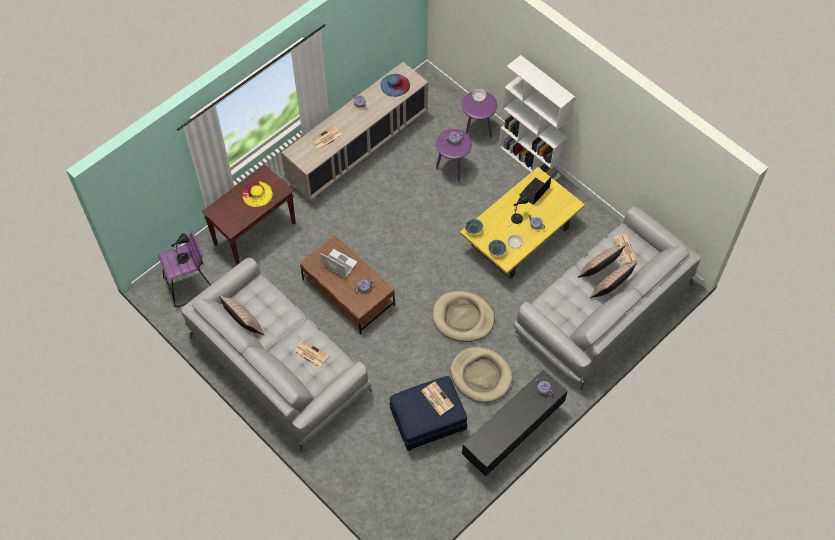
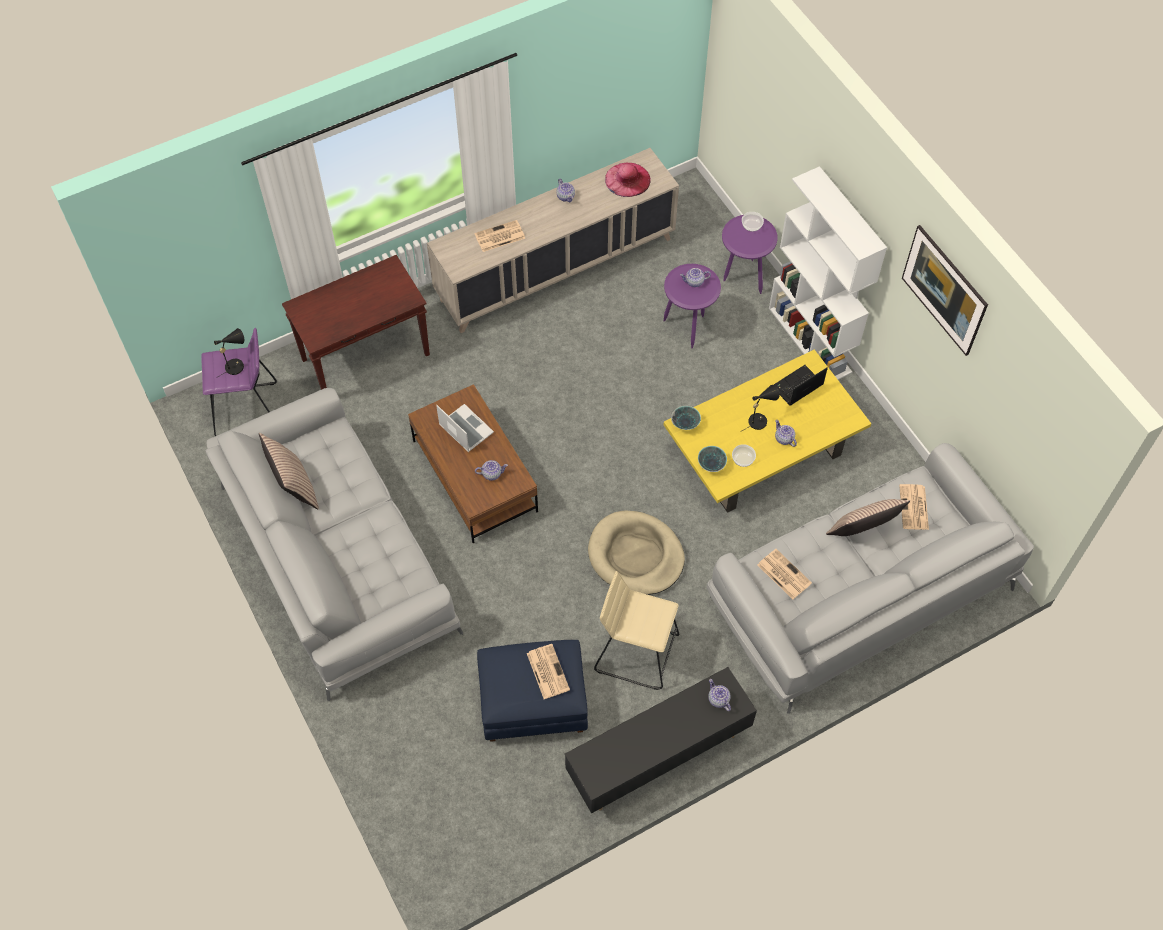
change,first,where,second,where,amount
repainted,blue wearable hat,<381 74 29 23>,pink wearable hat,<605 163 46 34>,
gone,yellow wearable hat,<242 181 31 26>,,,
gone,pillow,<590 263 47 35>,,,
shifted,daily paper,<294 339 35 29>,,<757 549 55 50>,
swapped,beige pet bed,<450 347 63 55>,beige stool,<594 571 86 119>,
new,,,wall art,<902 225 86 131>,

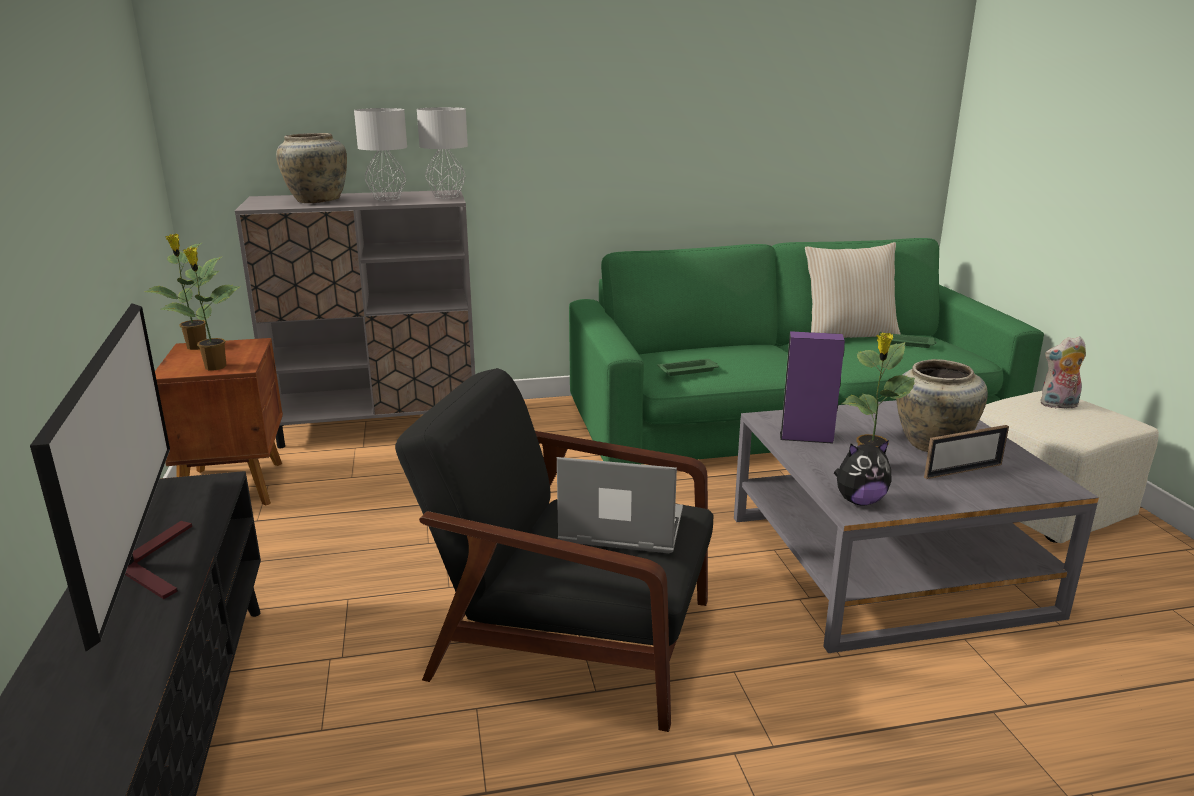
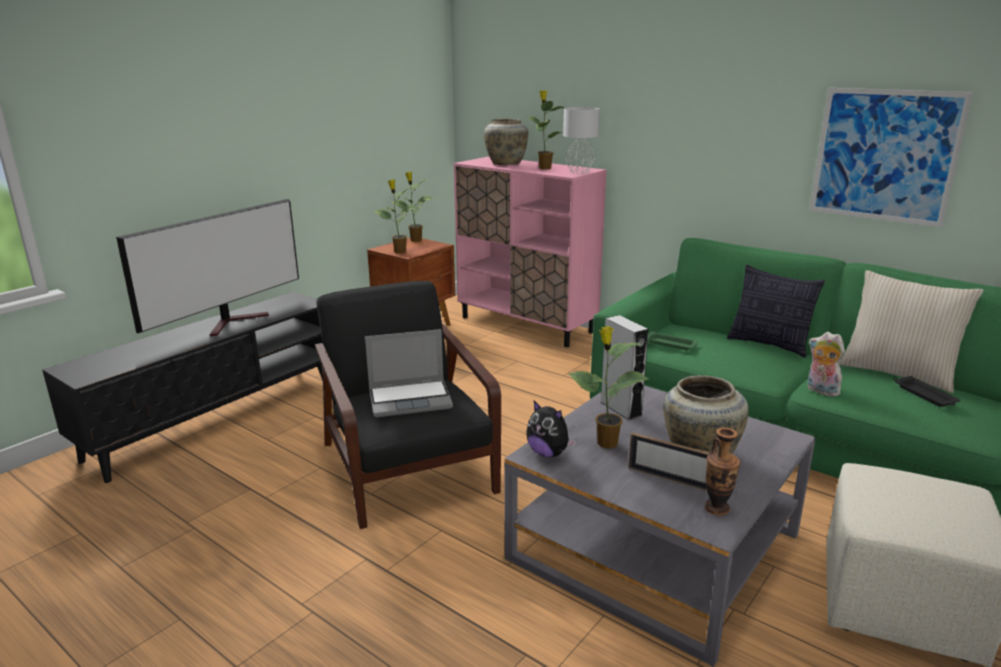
change,first,where,second,where,amount
swapped,gray lamp for a table,<354 108 53 93>,potted plant,<527 90 37 80>,
repainted,gray cupboard,<235 190 240 258>,pink cupboard,<454 156 153 191>,
repainted,purple-coloured speaker,<780 331 65 113>,gray speaker,<600 315 48 105>,
repainted,green-coloured tray,<879 332 58 16>,black tray,<894 376 66 31>,
shifted,soft toy,<1040 336 46 72>,,<807 332 38 65>,
rotated,notebook computer,<557 457 126 96>,,<365 329 88 88>,105 degrees clockwise
new,,,wall art,<809 88 164 139>,
new,,,pillow,<727 265 98 93>,
new,,,vase,<704 428 36 87>,

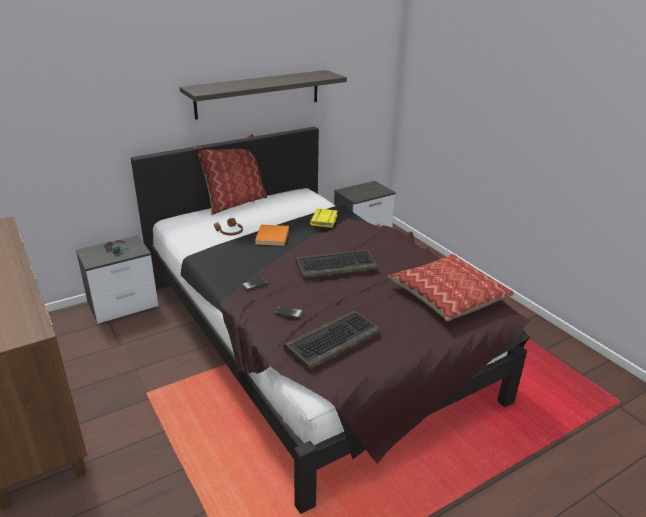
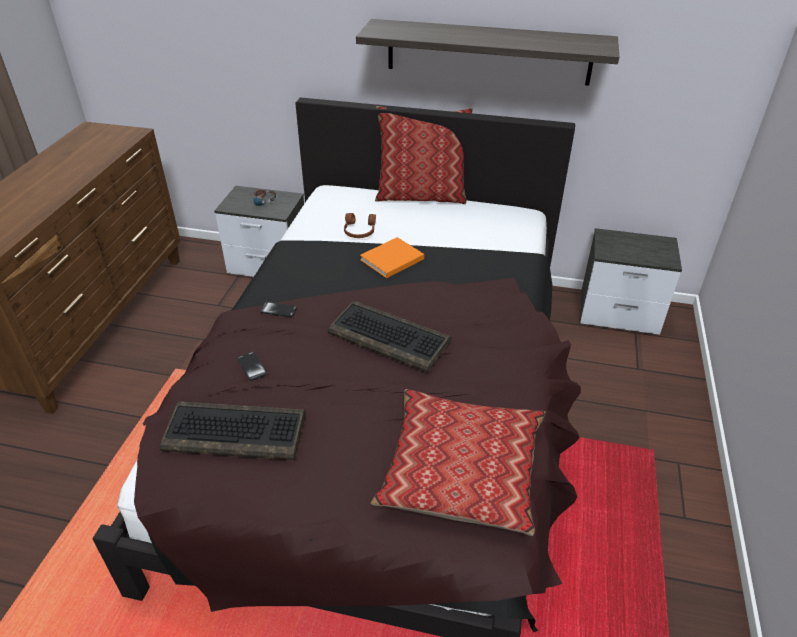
change,first,where,second,where,amount
gone,yellow volume,<310 208 28 20>,,,

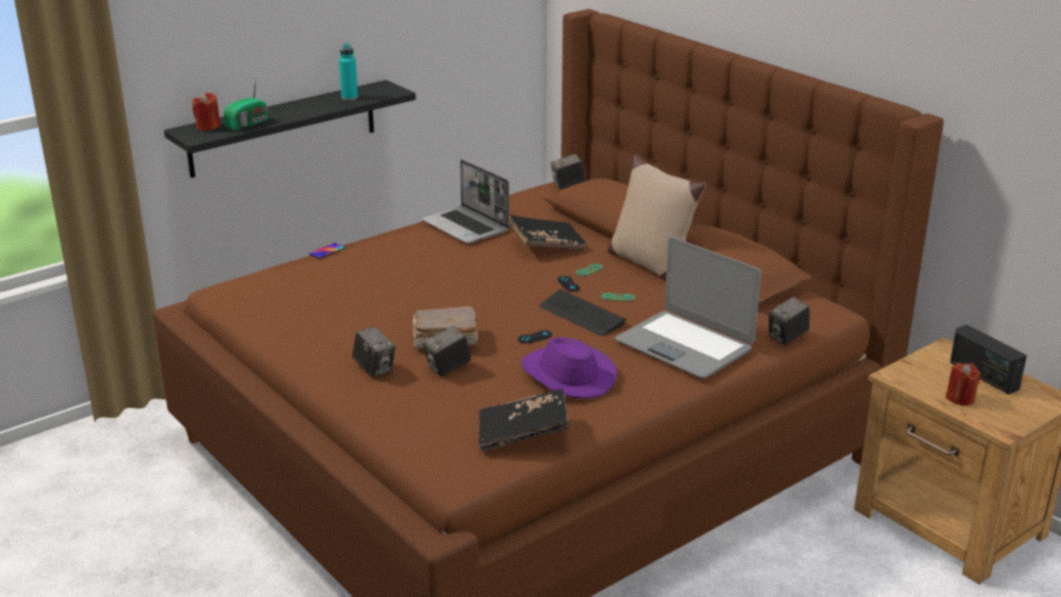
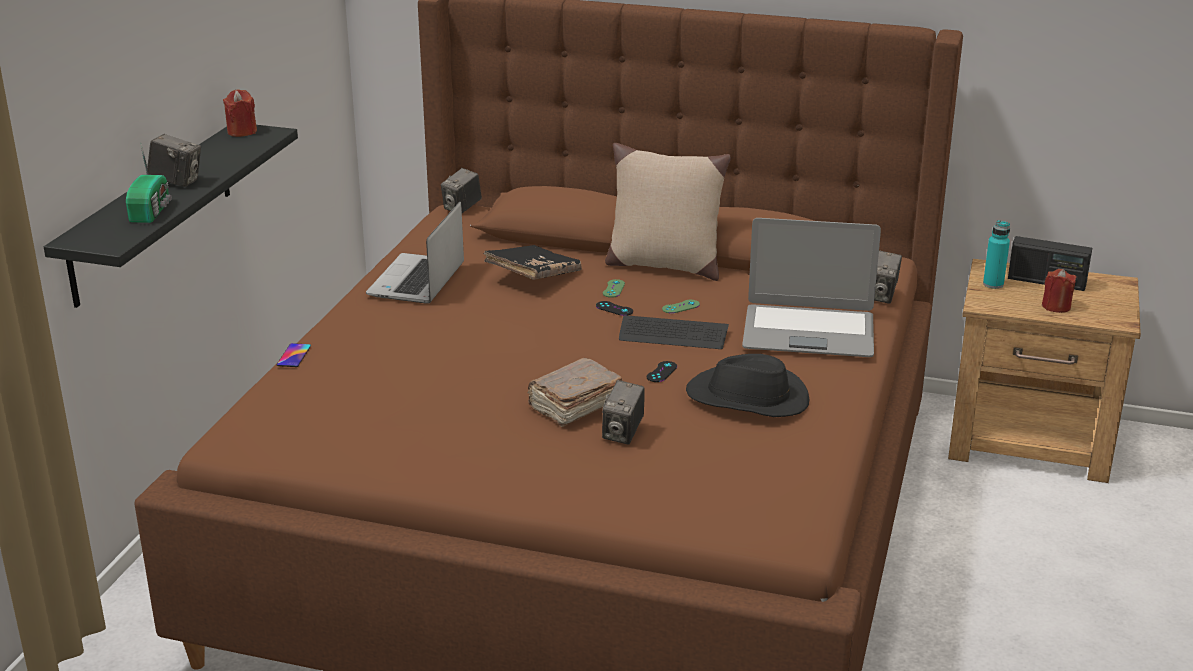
change,first,where,second,where,amount
shifted,turquoise drink bottle,<339 43 19 57>,,<983 220 27 69>,
shifted,red-coloured candle,<192 93 28 38>,,<223 89 34 48>,
rotated,notebook computer,<421 159 88 85>,,<366 202 98 102>,90 degrees clockwise
shifted,photo camera,<352 326 44 51>,,<147 134 54 53>,
repainted,purple-coloured wearable hat,<522 337 95 62>,black wearable hat,<686 354 123 63>,
gone,black volume,<479 389 91 62>,,,

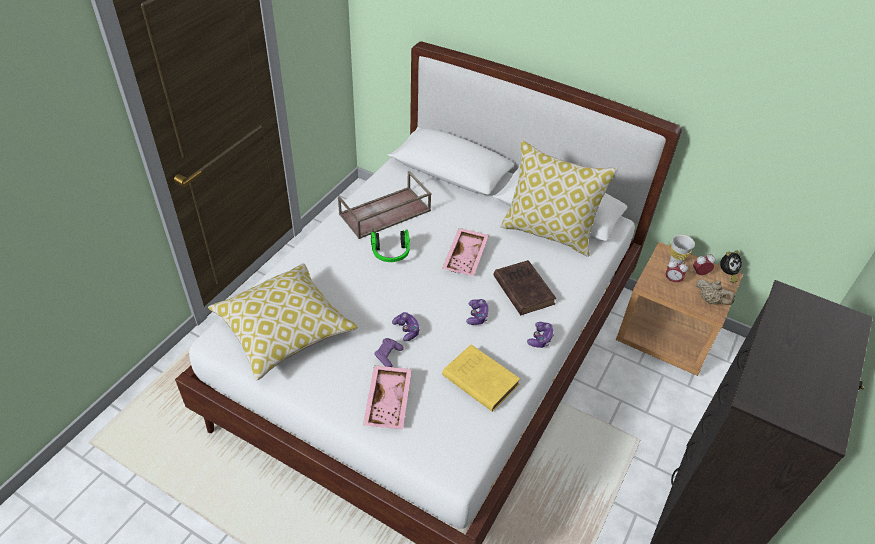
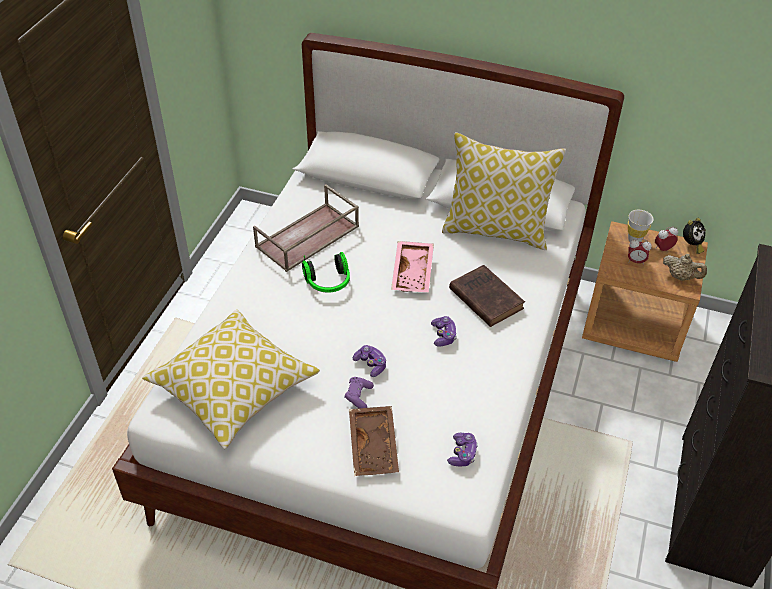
change,first,where,second,where,amount
shifted,game controller,<527 322 27 26>,,<447 433 31 33>,
gone,yellow volume,<442 344 78 68>,,,
repainted,pink tray,<363 365 49 64>,brown-coloured tray,<349 406 50 70>,

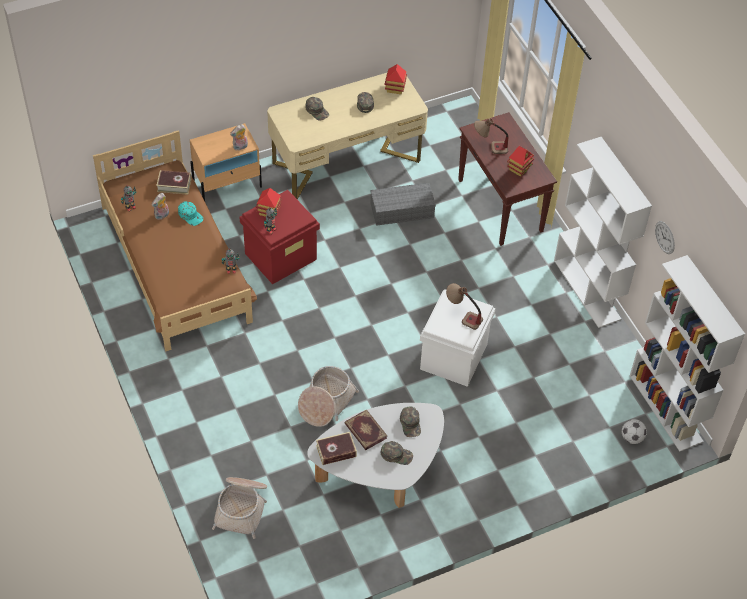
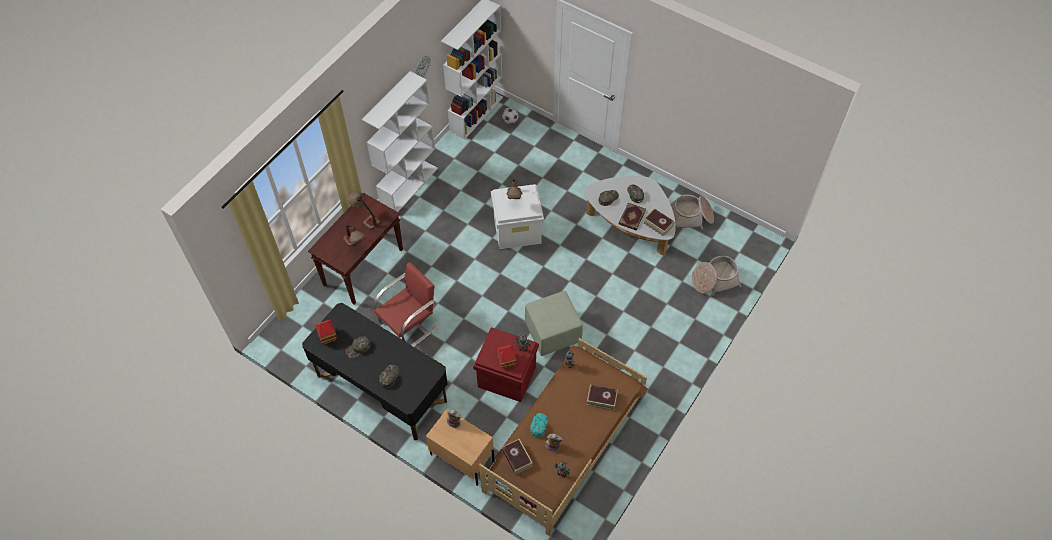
change,first,where,second,where,amount
repainted,beige desk table,<267 73 161 127>,black desk table,<302 303 146 137>,
swapped,model house,<507 146 27 31>,lamp for a table,<348 191 32 38>,
swapped,gray storage bin,<370 183 66 43>,red-coloured upright chair,<373 262 65 85>,
shifted,household basket,<298 366 61 61>,,<670 195 44 34>,
new,,,green-coloured ottoman,<525 291 58 65>,
new,,,volume,<587 384 31 26>,

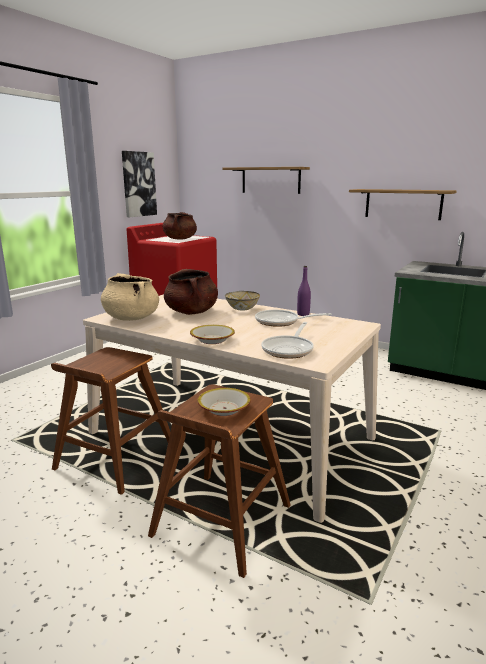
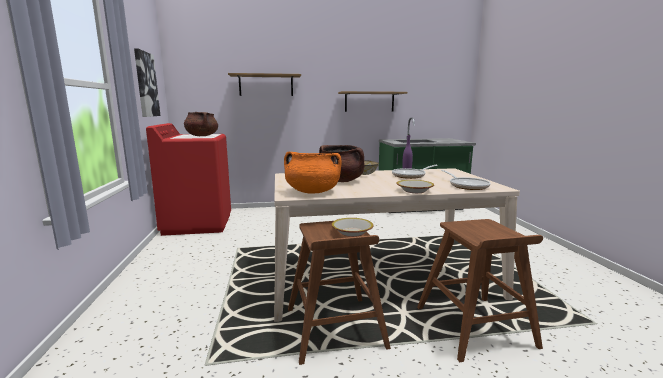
change,first,where,second,where,amount
repainted,beige cooking pot,<101 273 58 48>,orange cooking pot,<284 151 57 43>,
shifted,deep dish,<197 388 54 28>,,<331 218 42 19>,

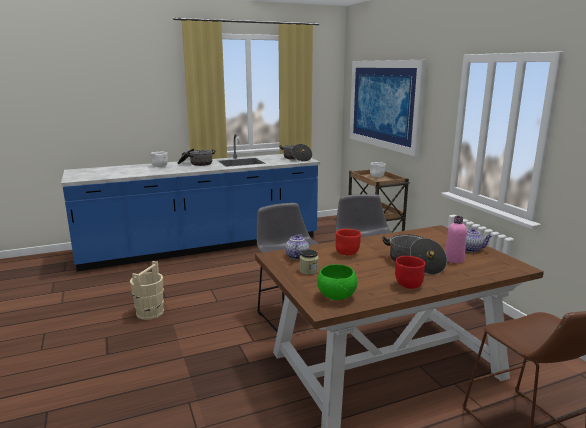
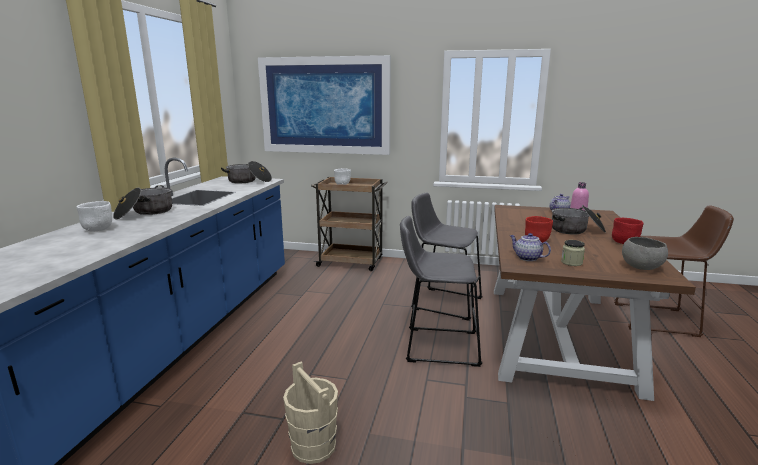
change,first,where,second,where,amount
repainted,green-coloured deep dish,<317 264 40 36>,gray deep dish,<622 237 46 33>,

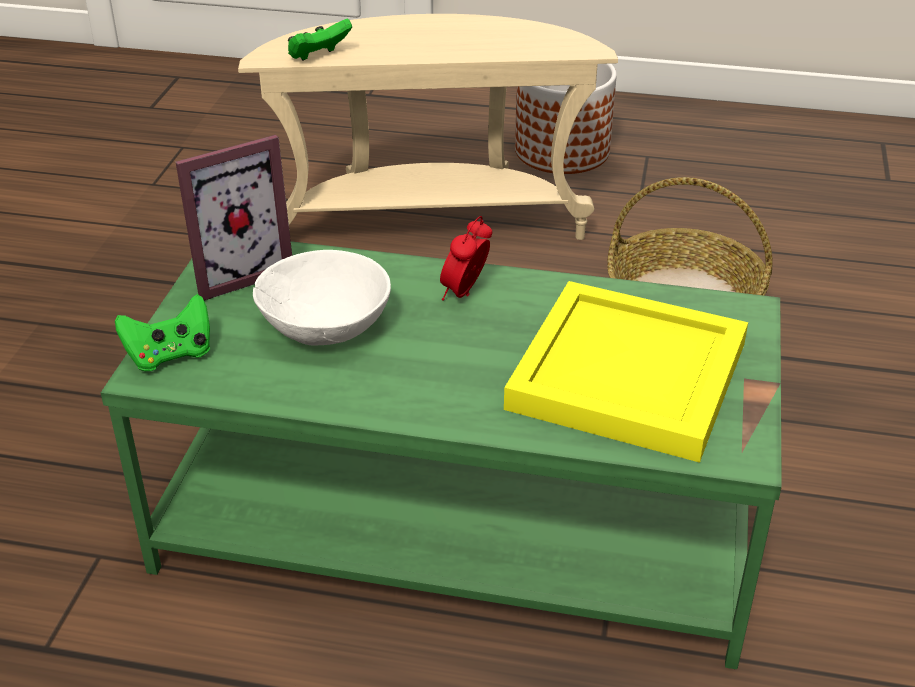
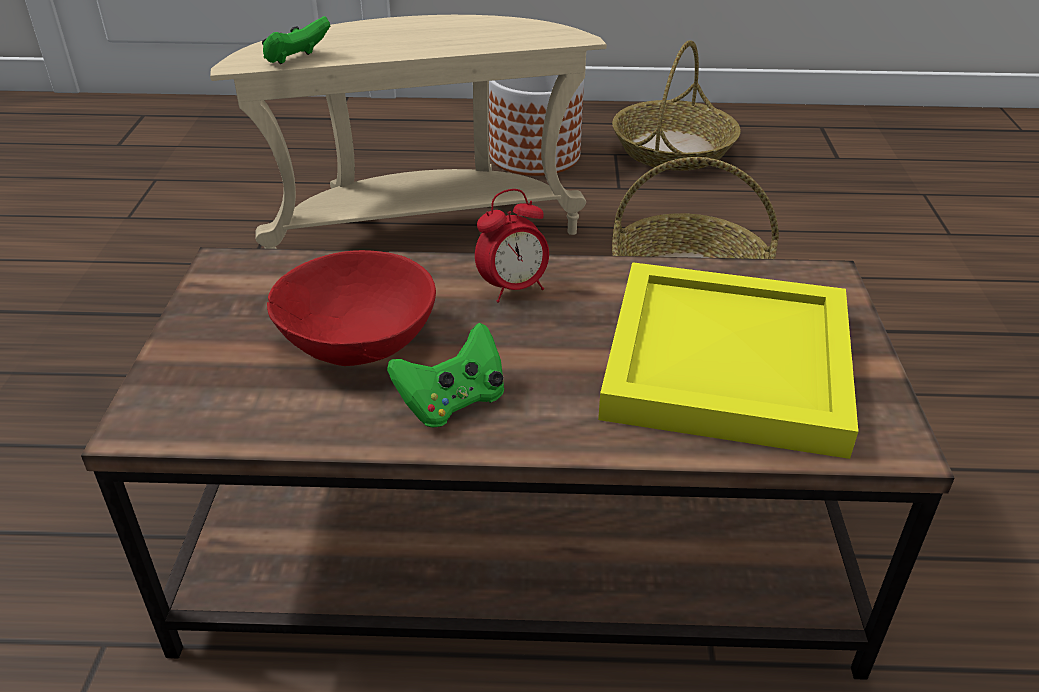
change,first,where,second,where,amount
gone,photo frame,<176 135 116 166>,,,
rotated,bedside clock,<440 216 52 85>,,<475 189 74 114>,135 degrees counterclockwise
repainted,green-coloured lounge table,<101 241 681 428>,brown-coloured lounge table,<81 247 873 433>,
repainted,white deep dish,<253 250 138 95>,red-coloured deep dish,<267 250 169 116>,
shifted,green-coloured game controller,<115 294 95 77>,,<387 323 117 105>,
new,,,household basket,<612 40 129 131>,

